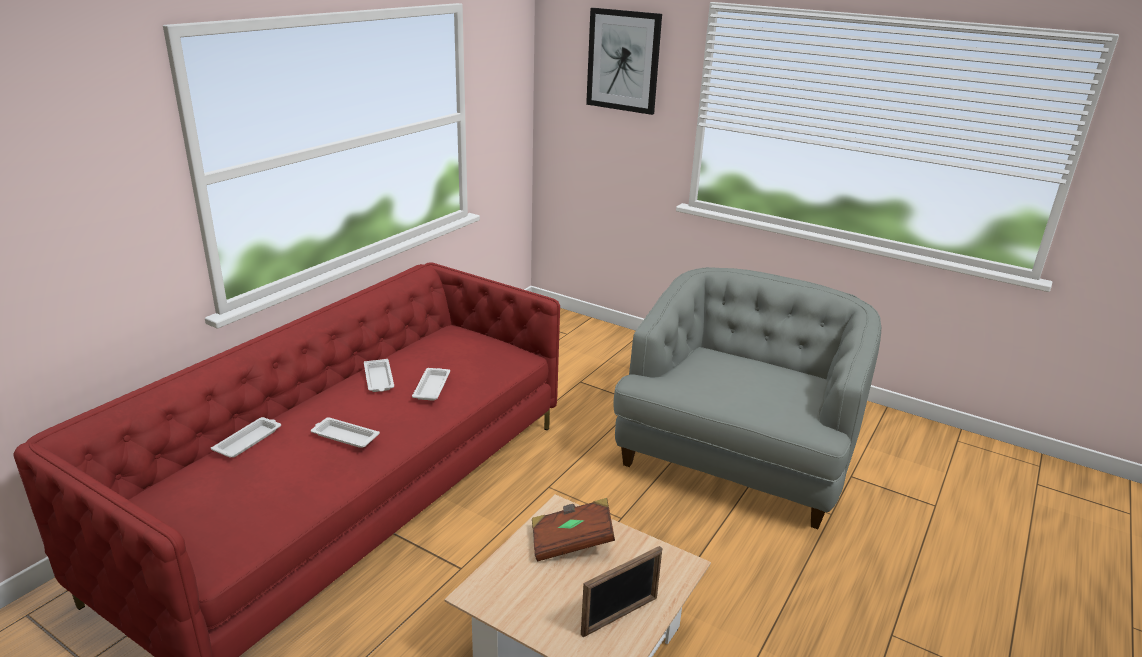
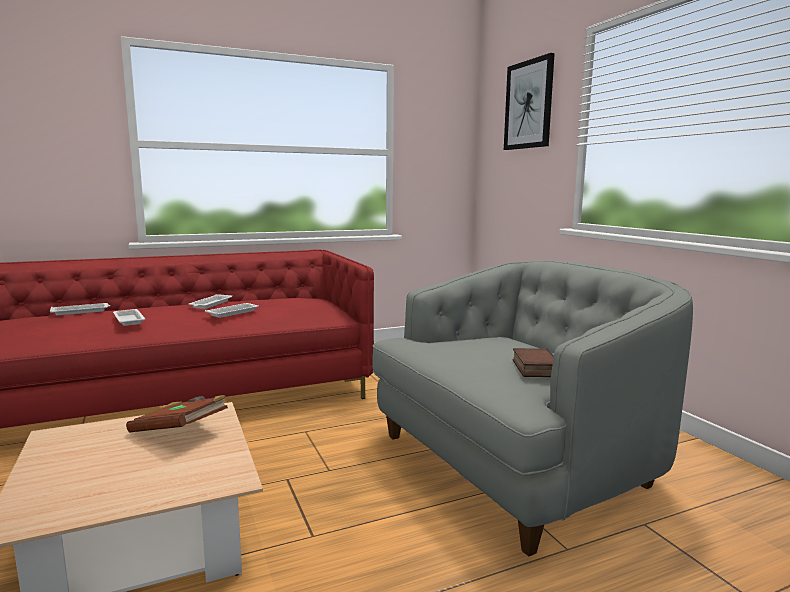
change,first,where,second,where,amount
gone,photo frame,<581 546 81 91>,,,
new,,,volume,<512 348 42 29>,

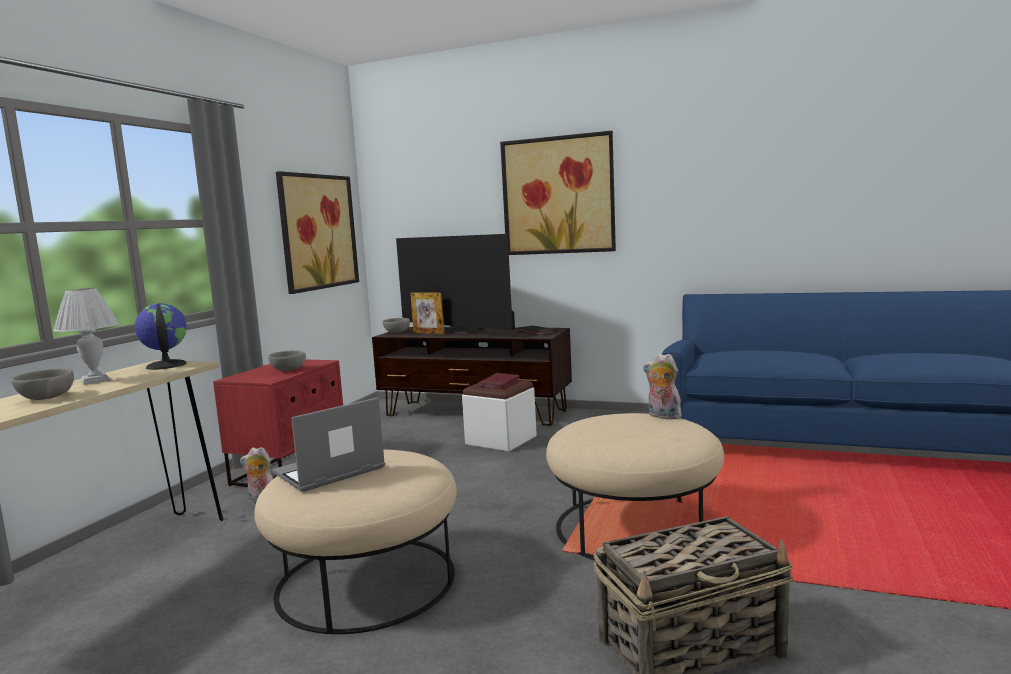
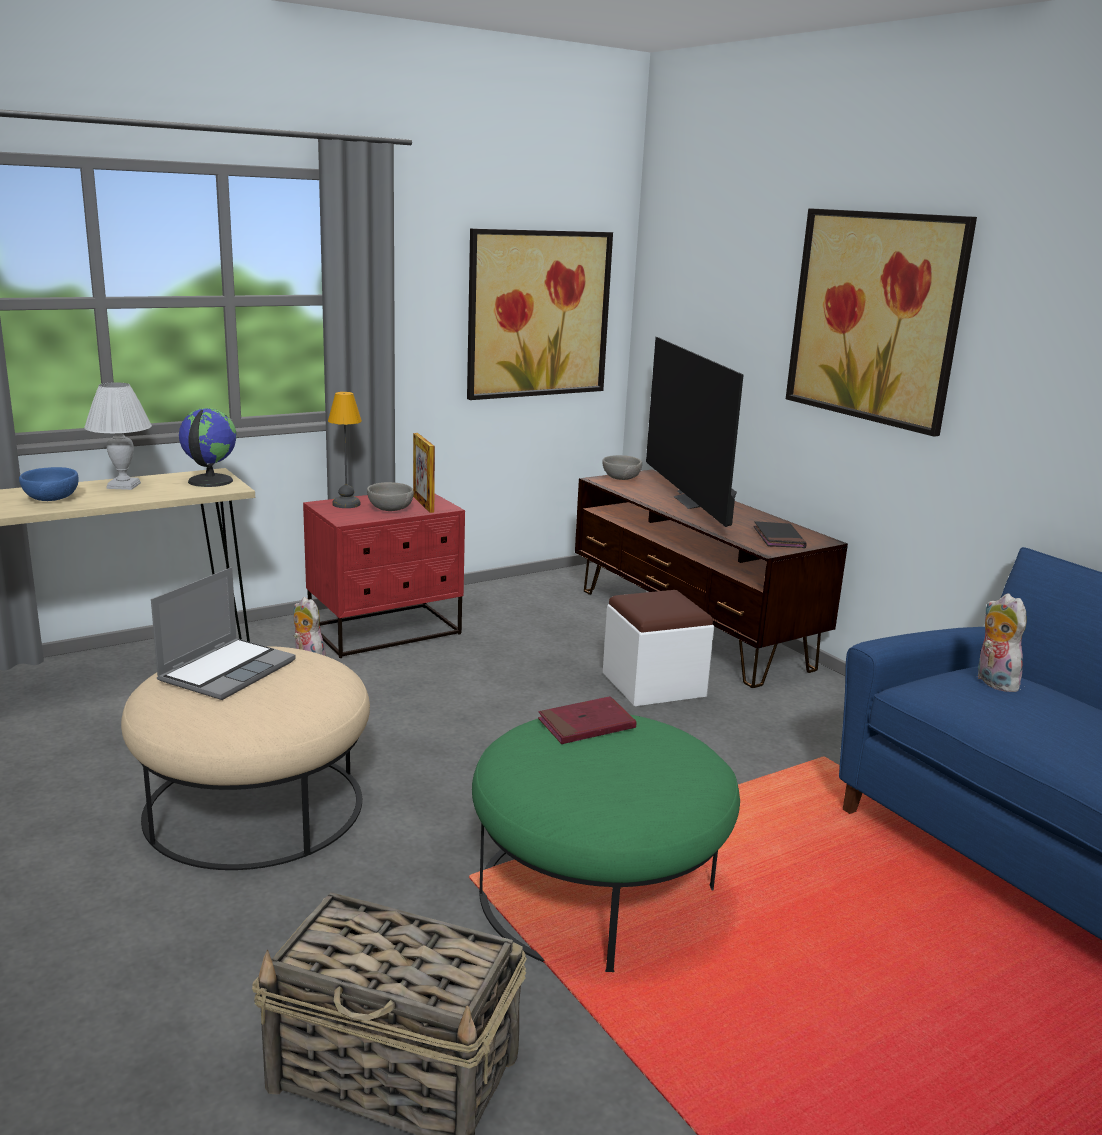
change,first,where,second,where,amount
shifted,photo frame,<410 292 34 42>,,<413 433 22 80>,
shifted,soft toy,<643 353 40 66>,,<978 593 48 99>,
repainted,gray deep dish,<11 368 63 32>,blue deep dish,<19 467 60 34>,
shifted,red-coloured volume,<478 373 41 16>,,<538 696 99 48>,
rotated,notebook computer,<272 397 113 95>,,<151 567 145 133>,120 degrees clockwise
repainted,beige ottoman,<546 413 178 147>,green-coloured ottoman,<472 715 268 257>,
new,,,lamp for a table,<328 392 34 116>,

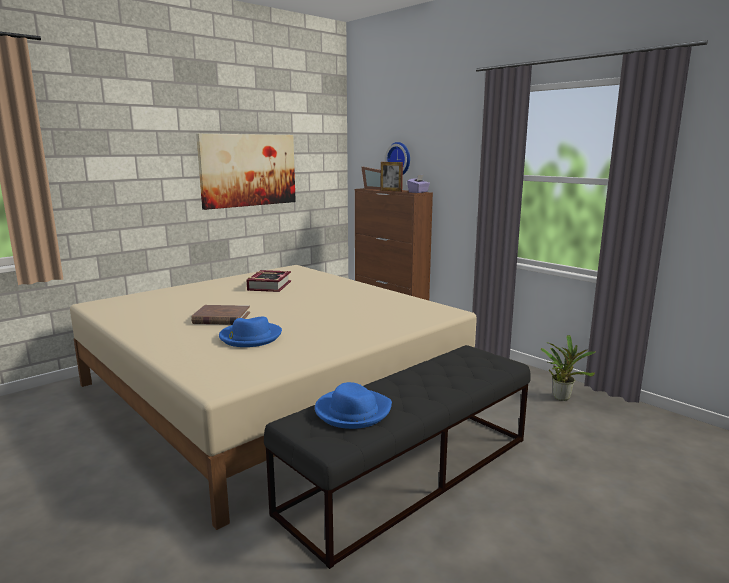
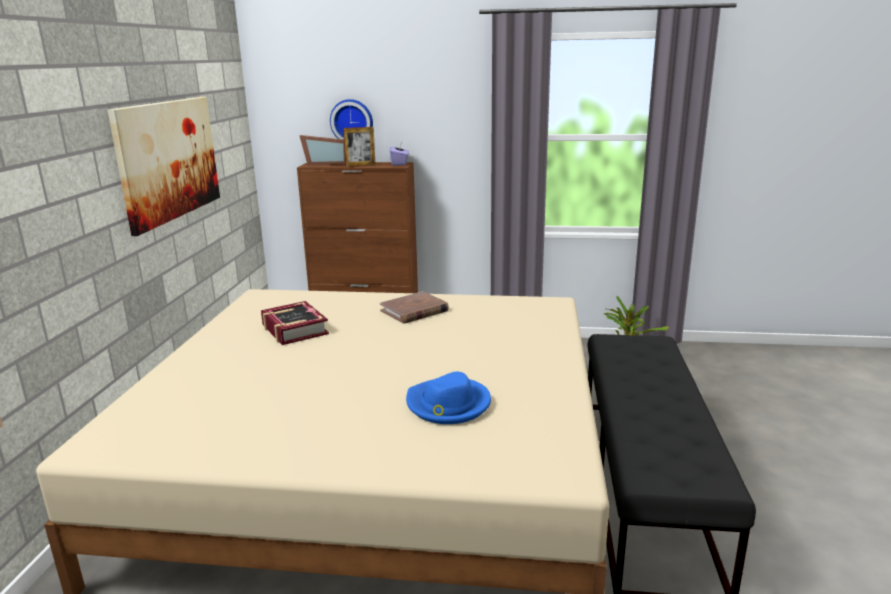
change,first,where,second,where,amount
shifted,brown-coloured volume,<191 305 59 20>,,<380 291 69 32>,
gone,blue wearable hat,<315 382 77 47>,,,

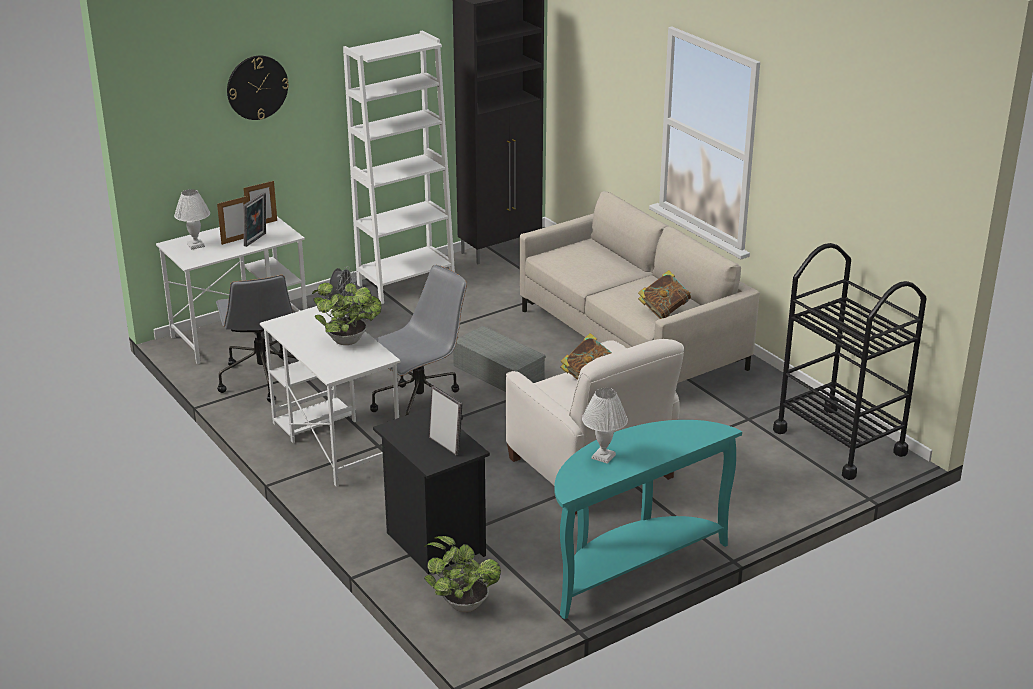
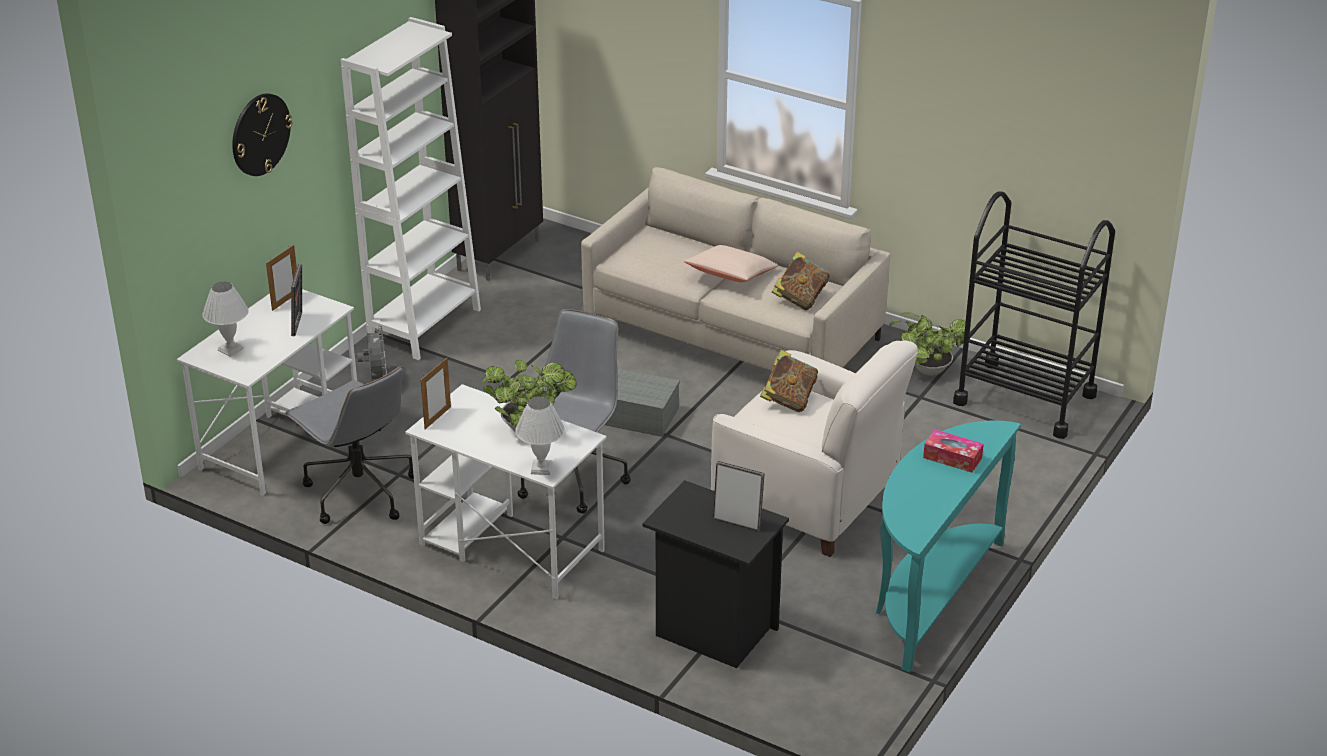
change,first,where,second,where,amount
shifted,photo frame,<217 196 32 49>,,<421 358 30 71>,
shifted,white lamp for a table,<582 388 46 76>,,<515 397 50 78>,
shifted,potted plant,<424 536 77 76>,,<889 312 77 64>,
new,,,beige pillow,<684 245 94 37>,
new,,,box of tissues,<923 430 61 43>,

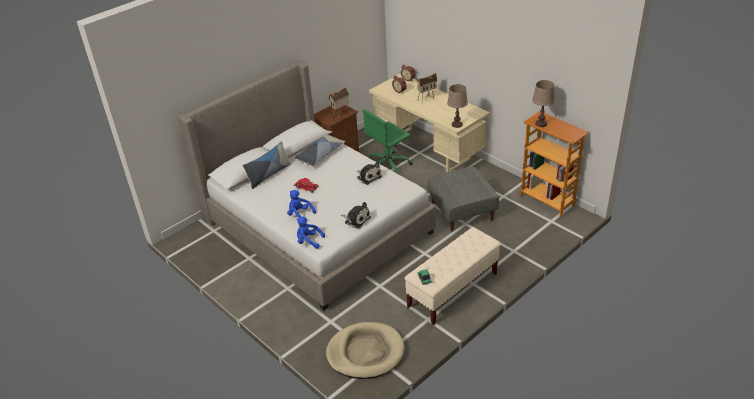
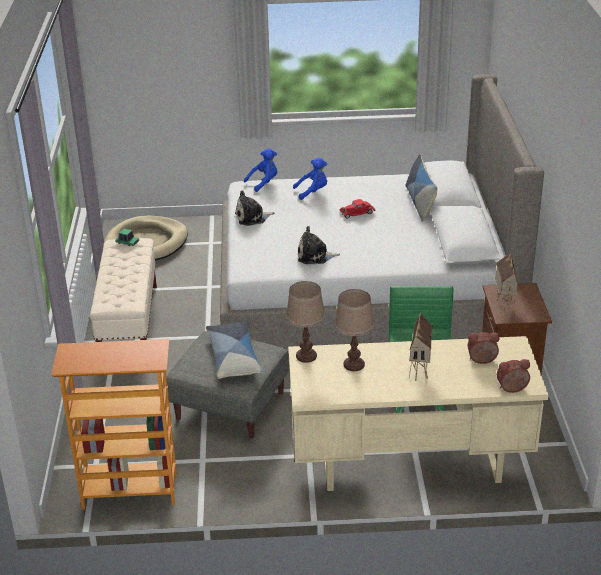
change,first,where,second,where,amount
shifted,brown-coloured lamp for a table,<532 80 23 47>,,<334 289 40 82>,
shifted,pillow,<294 134 51 32>,,<206 322 58 57>,

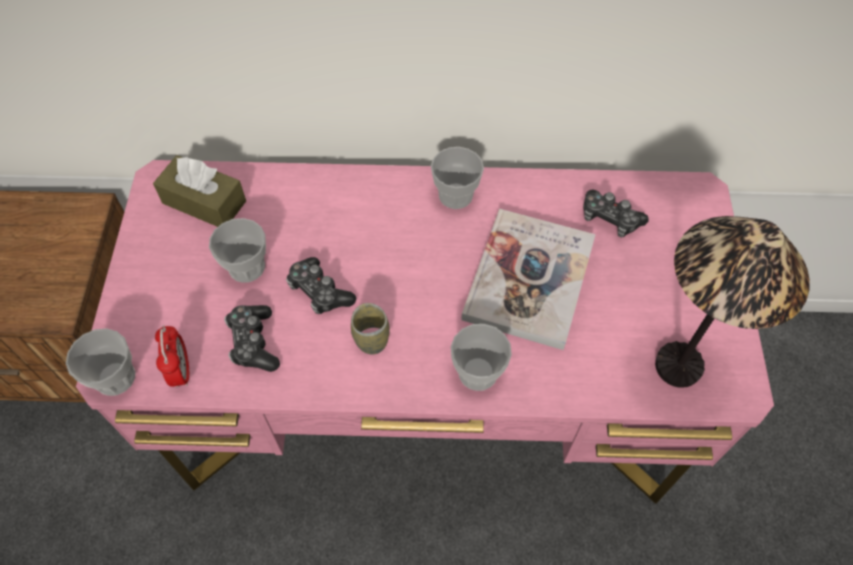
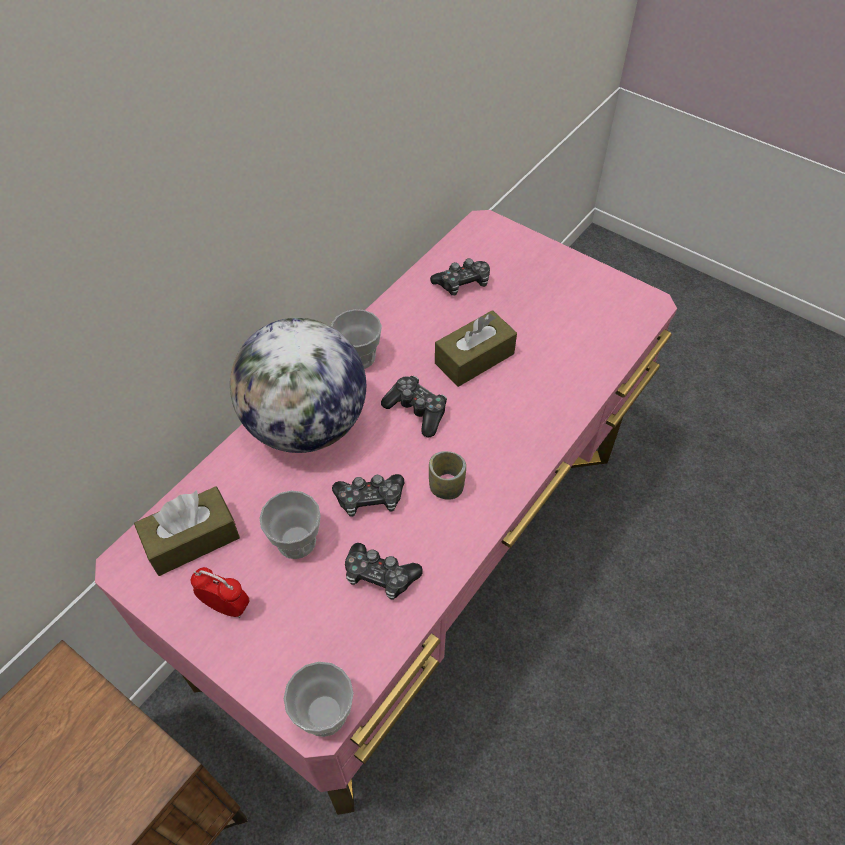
change,first,where,second,where,amount
swapped,volume,<461 209 135 141>,brown-coloured box of tissues,<435 310 82 77>,
gone,lamp for a table,<655 216 155 172>,,,
gone,drinking cup,<451 324 61 67>,,,
shifted,bedside clock,<155 325 34 63>,,<191 567 58 51>,
new,,,globe,<230 318 136 135>,
new,,,game controller,<381 376 66 62>,

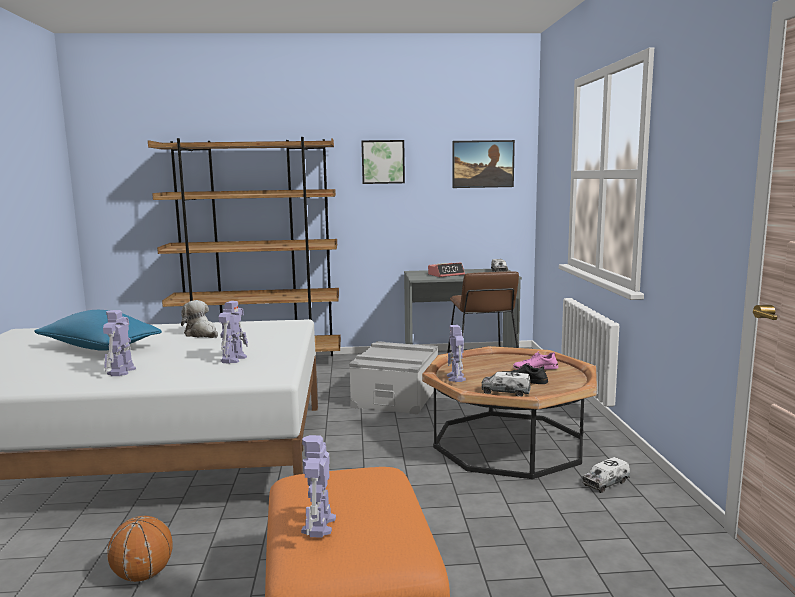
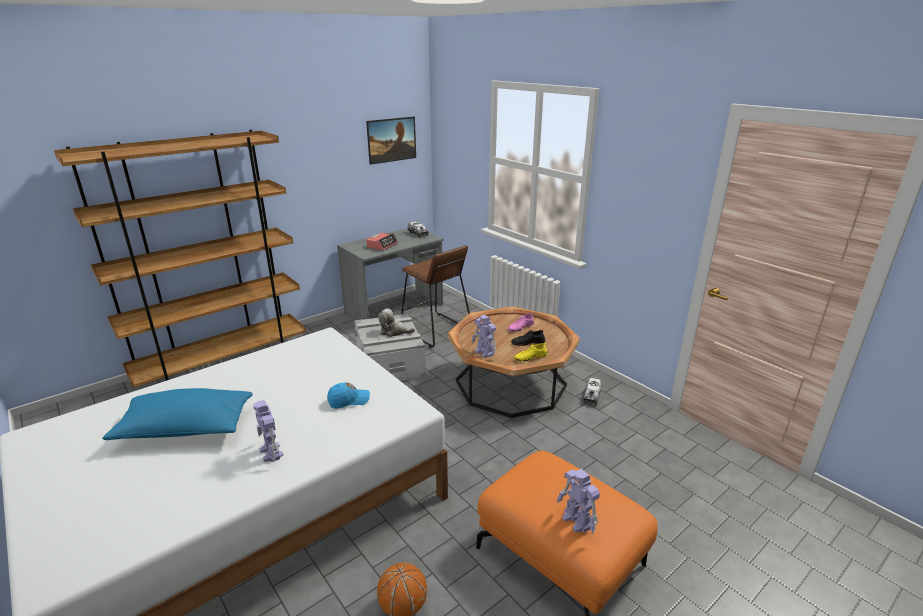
change,first,where,second,where,amount
gone,wall art,<361 140 44 44>,,,
shifted,soft toy,<181 300 37 38>,,<378 308 37 29>,
swapped,robot figure,<219 301 29 63>,blue baseball cap,<327 382 43 27>,
swapped,model truck,<482 371 49 25>,yellow item of footwear,<514 343 34 19>,

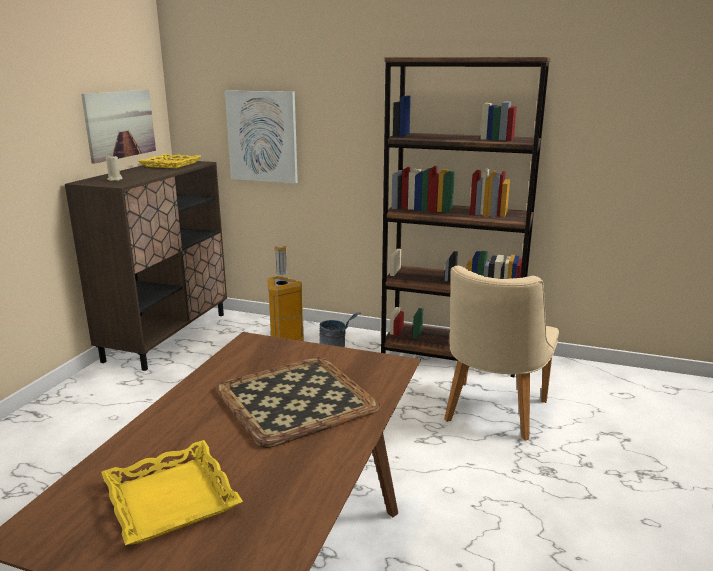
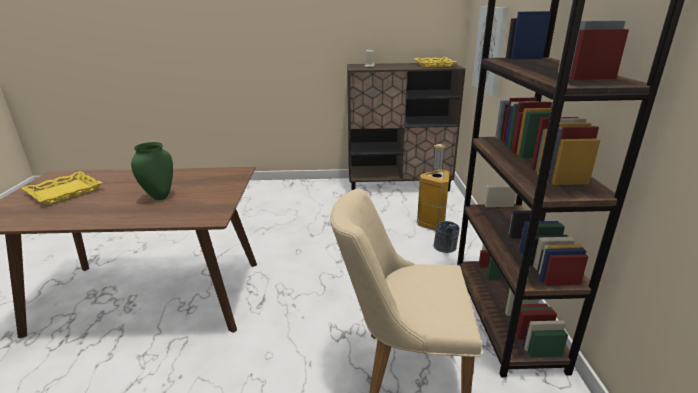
change,first,where,second,where,amount
gone,wall art,<81 90 75 74>,,,
swapped,tray,<216 357 164 91>,green-coloured vase,<131 142 42 58>,

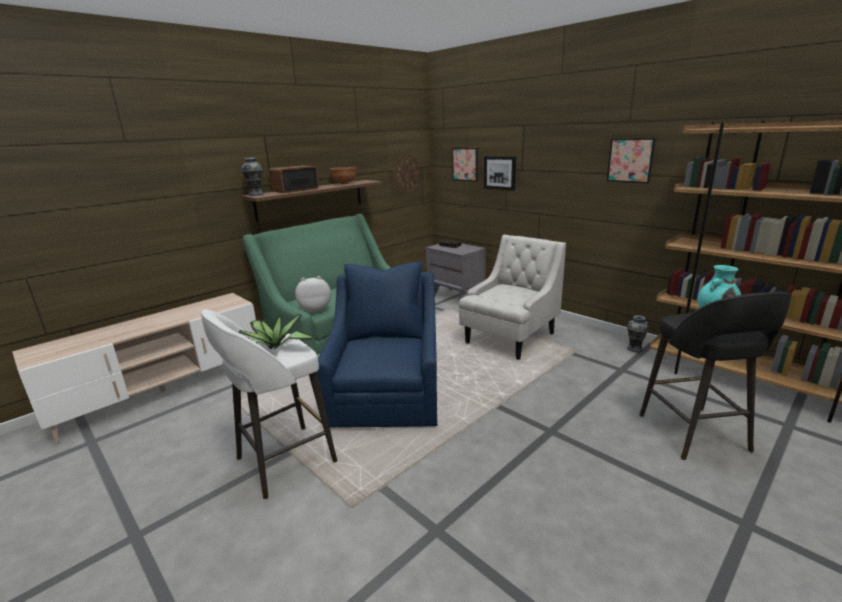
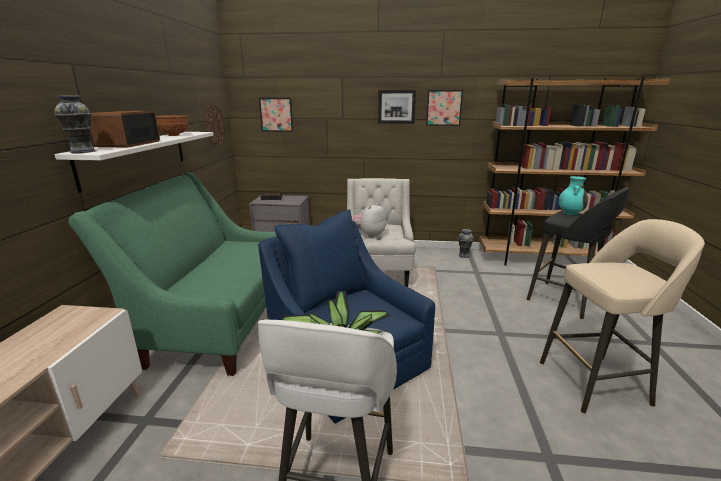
change,first,where,second,where,amount
shifted,wall art,<484 156 32 35>,,<378 90 38 34>,
repainted,brown-coloured shelf,<242 180 140 42>,white shelf,<55 132 159 61>,
shifted,soft toy,<295 276 36 37>,,<352 203 34 35>,
new,,,beige stool,<540 219 165 194>,

